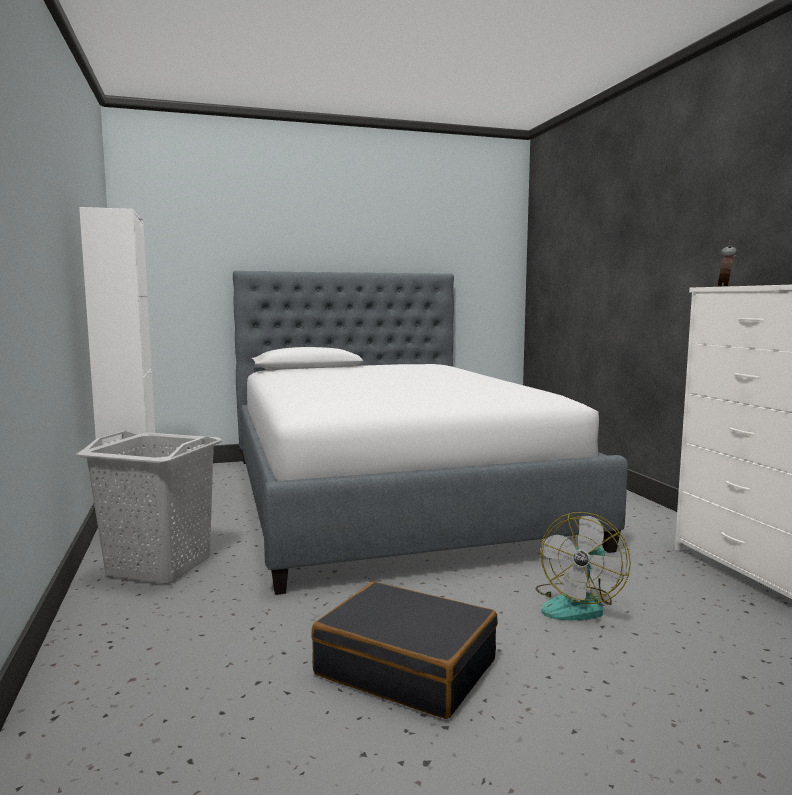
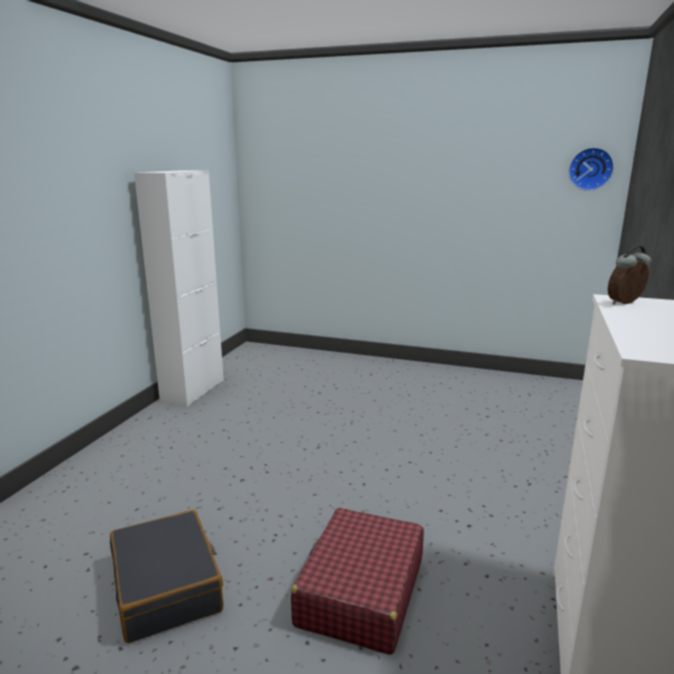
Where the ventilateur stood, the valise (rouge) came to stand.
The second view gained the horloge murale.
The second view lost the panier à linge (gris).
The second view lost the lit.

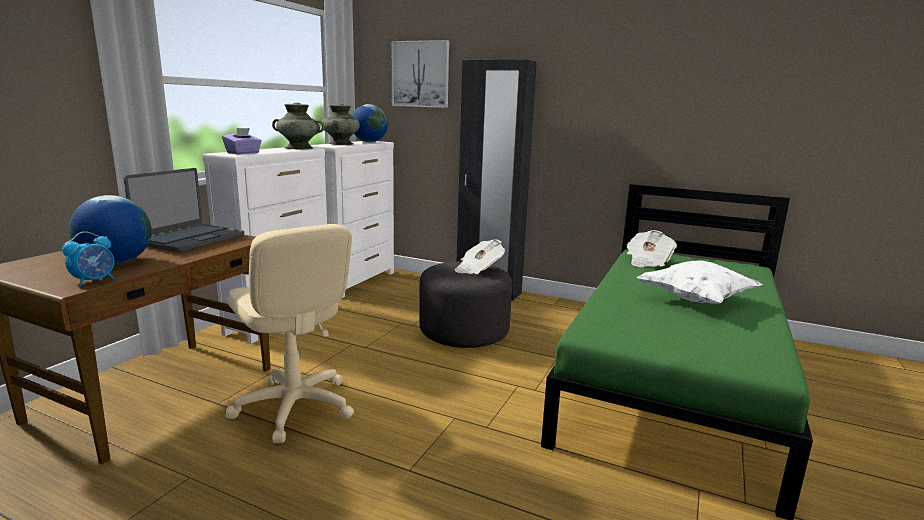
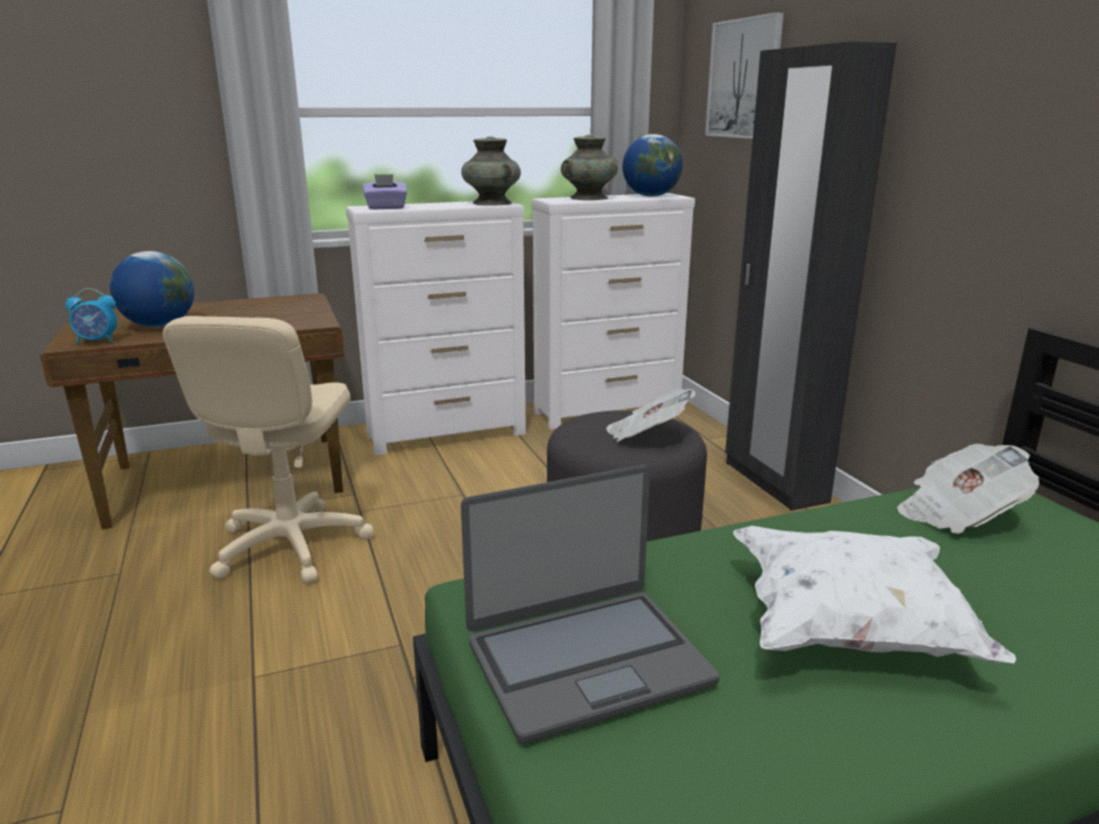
The ordinateur portable ended up elsewhere.

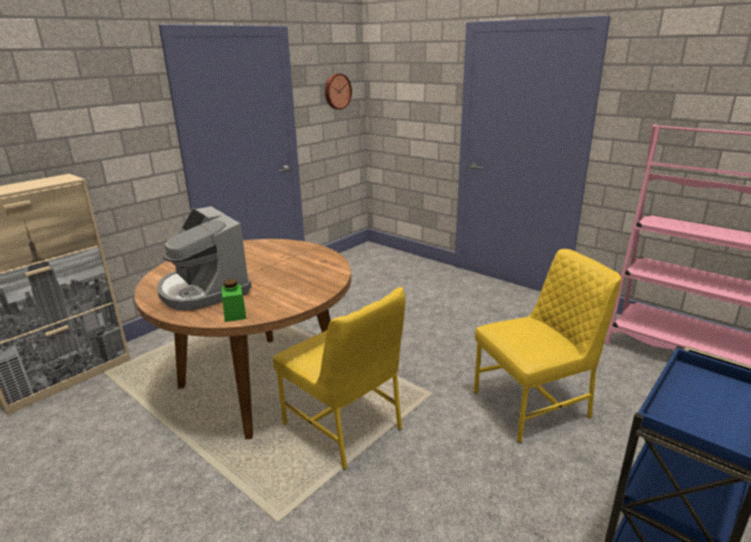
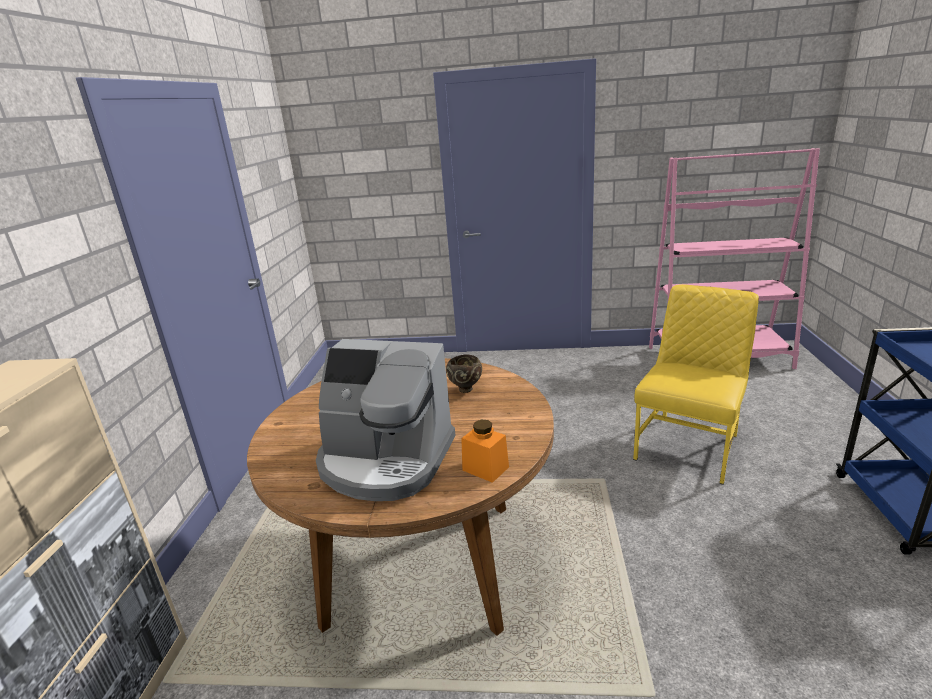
The second view gained the bol (marron).
What was the bocal (vert) turned into the bocal (orange).
The second view lost the chaise (jaune) (no. 1 from left).
The second view lost the horloge murale.

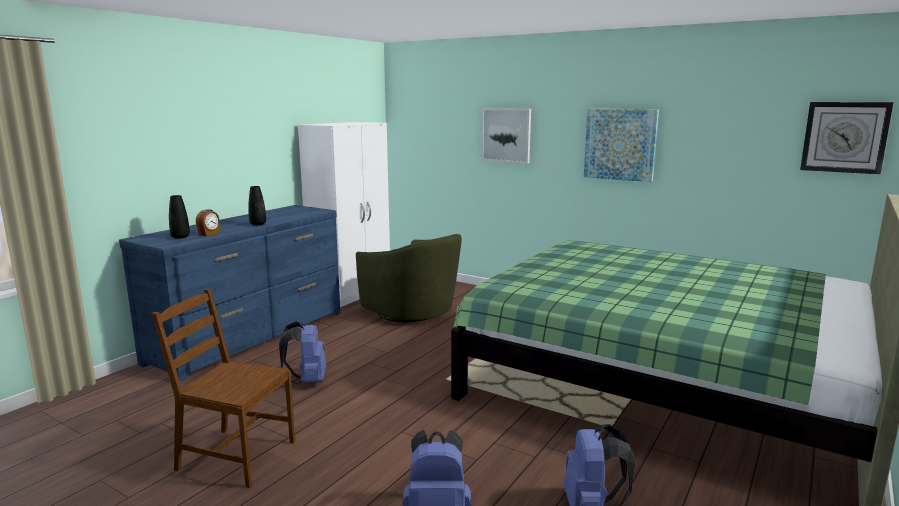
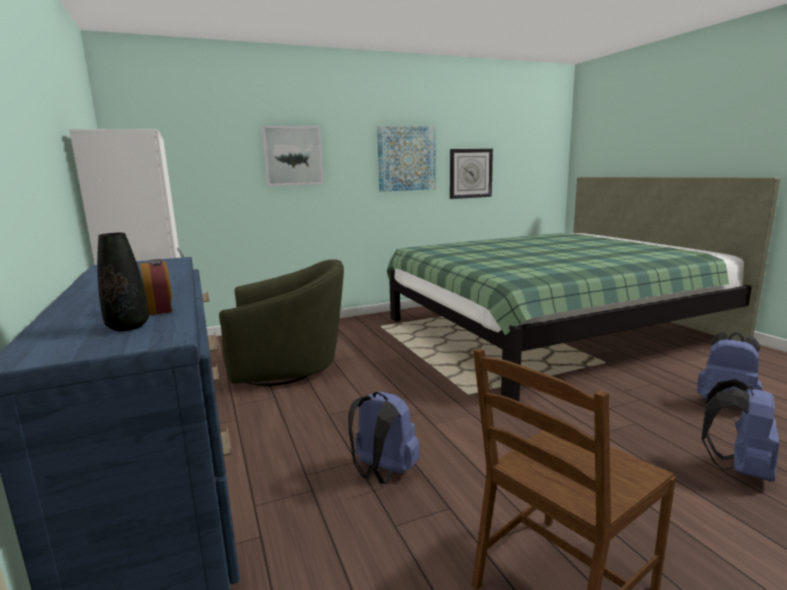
The horloge murale ended up elsewhere.
The second view lost the vase (noir) (no. 2 from left).

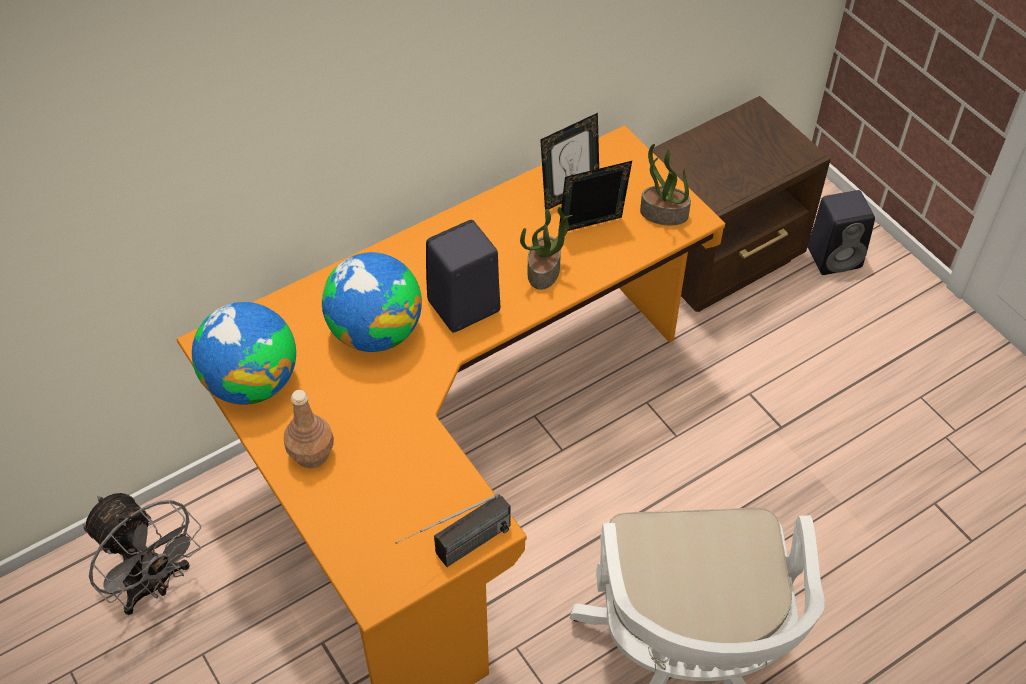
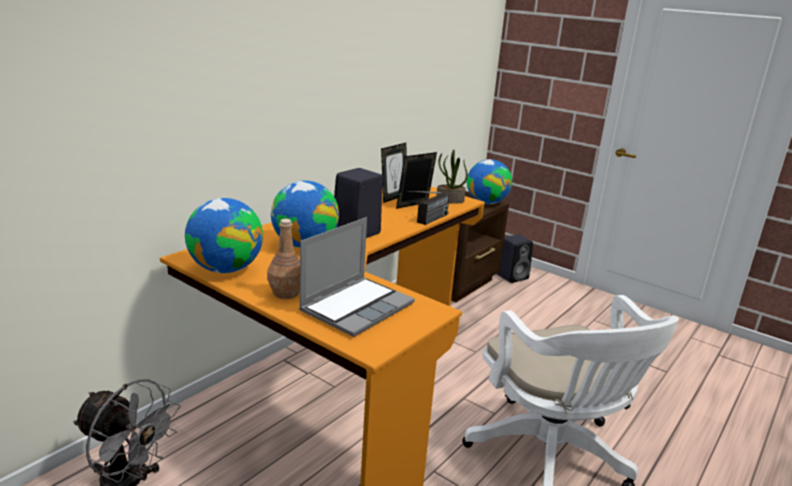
The second view gained the ordinateur portable.
The radio ended up elsewhere.
The second view gained the globe (no. 3 from left).
The second view lost the plante en pot (no. 1 from left).

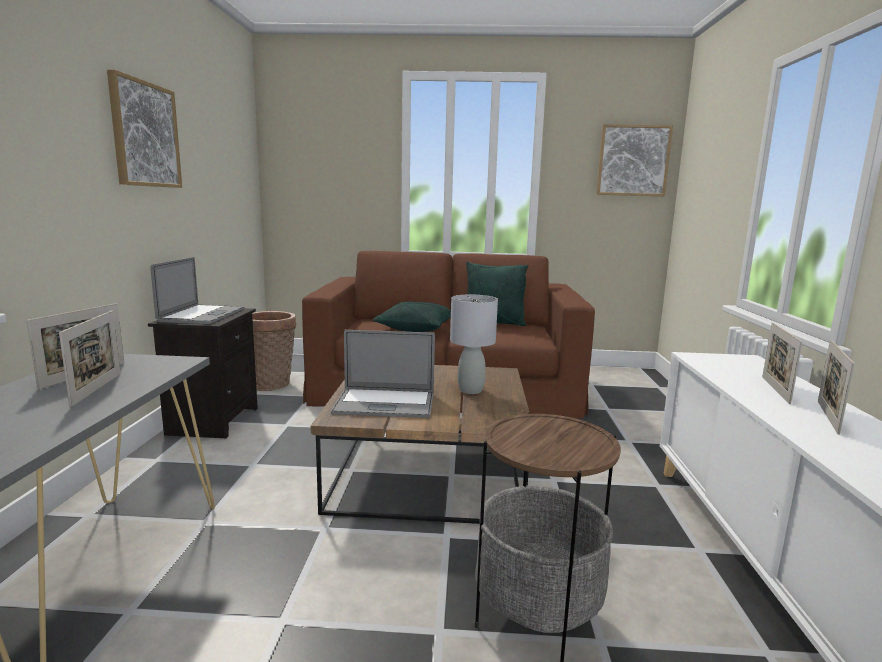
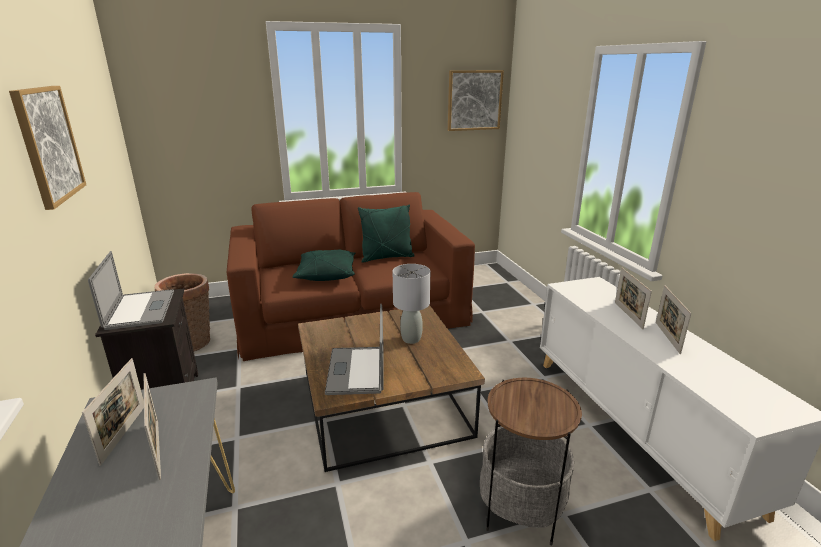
The ordinateur portable (no. 2 from left) ended up facing another way, 105 degrees clockwise from before.

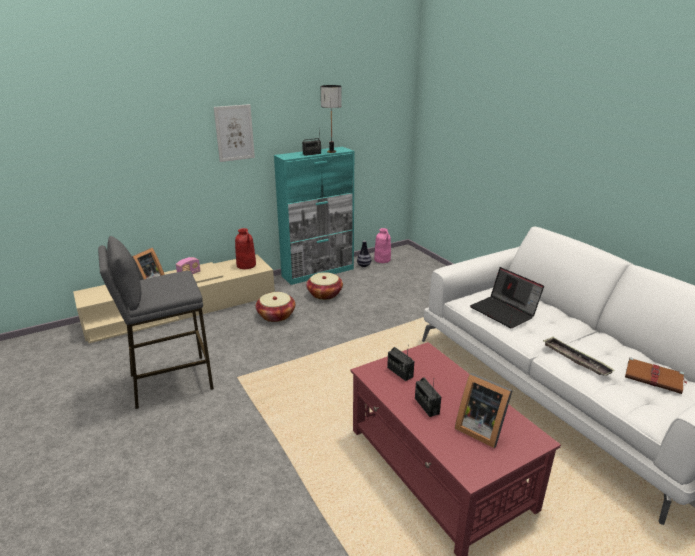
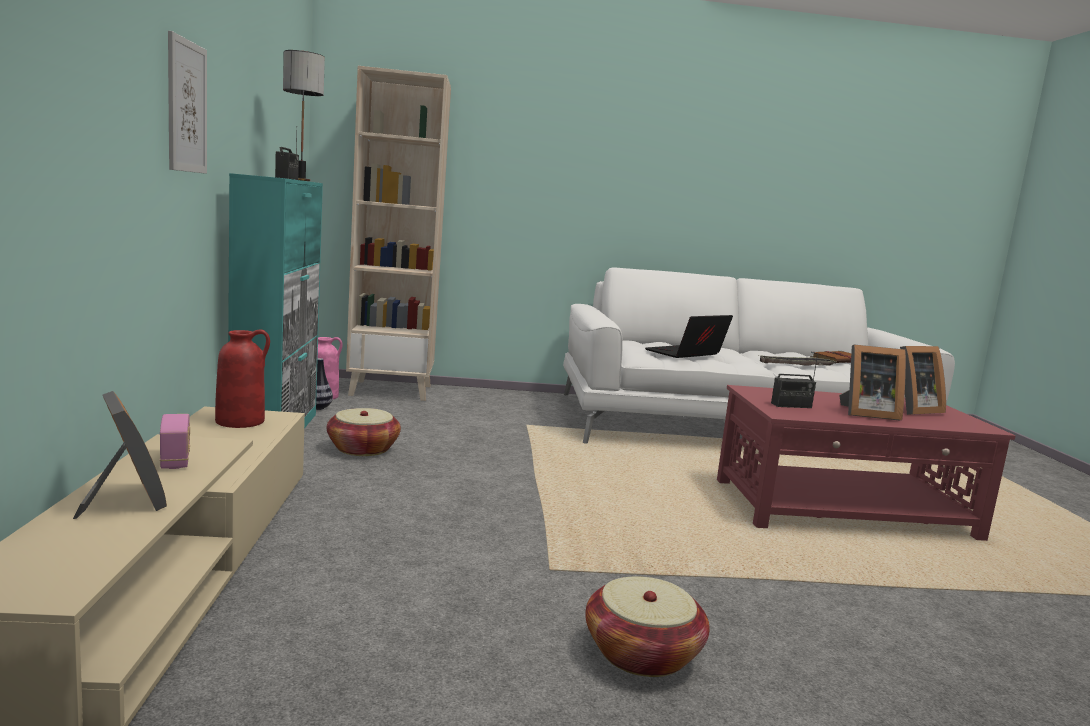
The second view gained the bibliothèque (beige).
The panier (no. 1 from left in the first image) ended up elsewhere.
The ordinateur portable ended up facing another way, 150 degrees clockwise from before.
Where the radio (no. 4 from left) stood, the cadre photo (no. 2 from left) came to stand.
The second view lost the tabouret (gris).

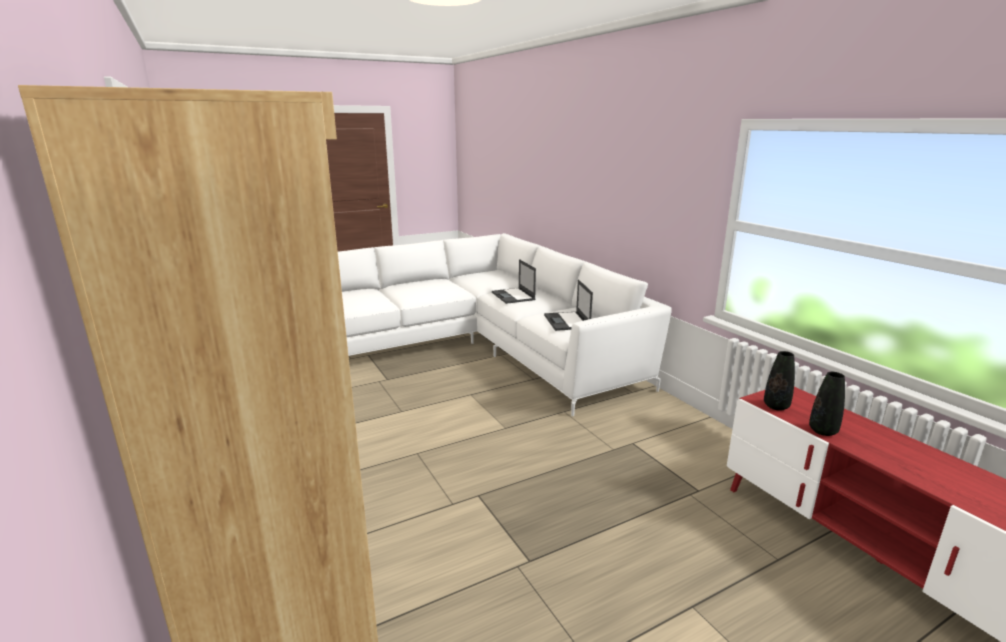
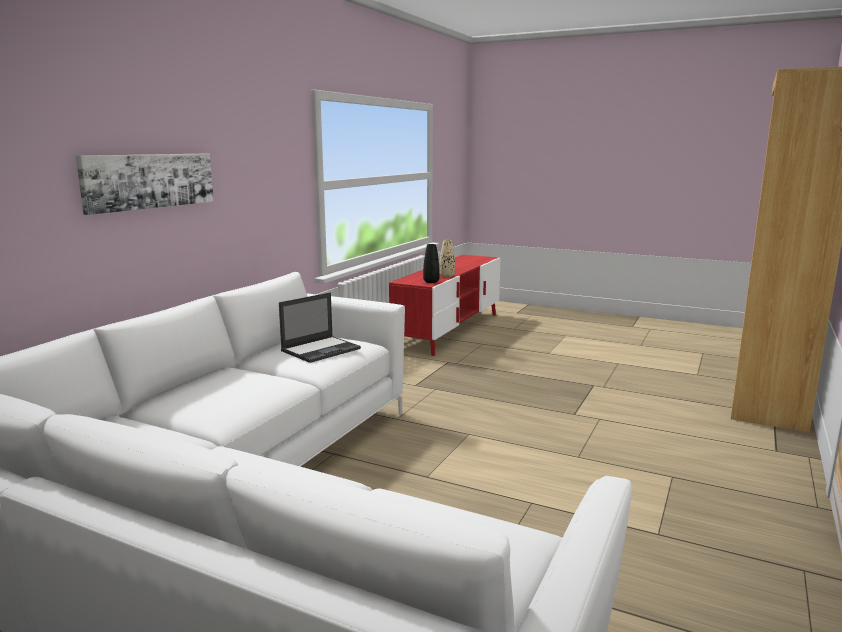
The second view gained the tableau.
What was the vase (noir) (no. 2 from left) turned into the vase (beige).
The second view lost the ordinateur portable (no. 1 from left).

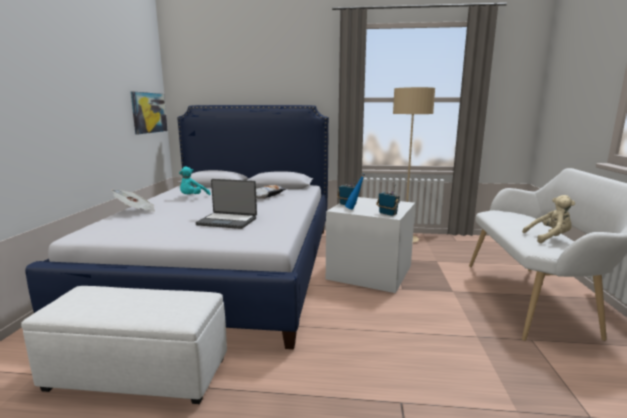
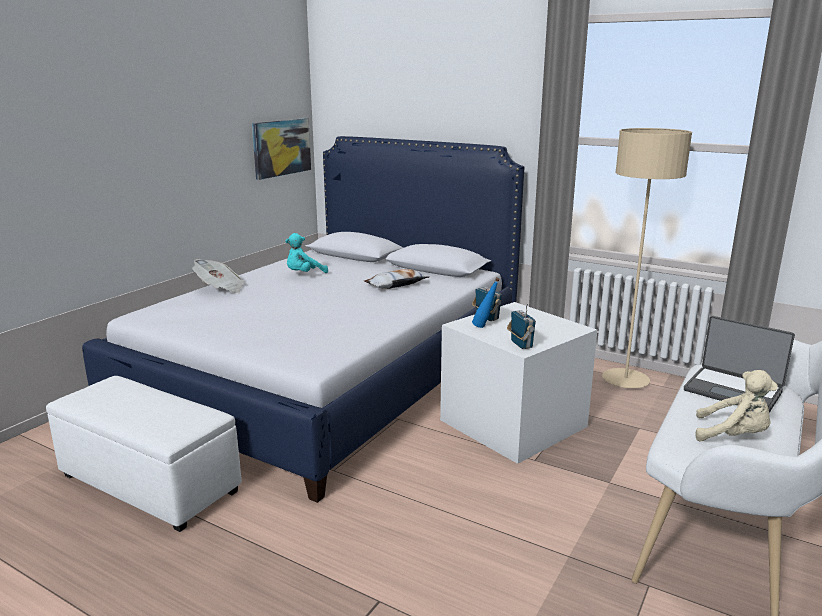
The ordinateur portable ended up elsewhere.

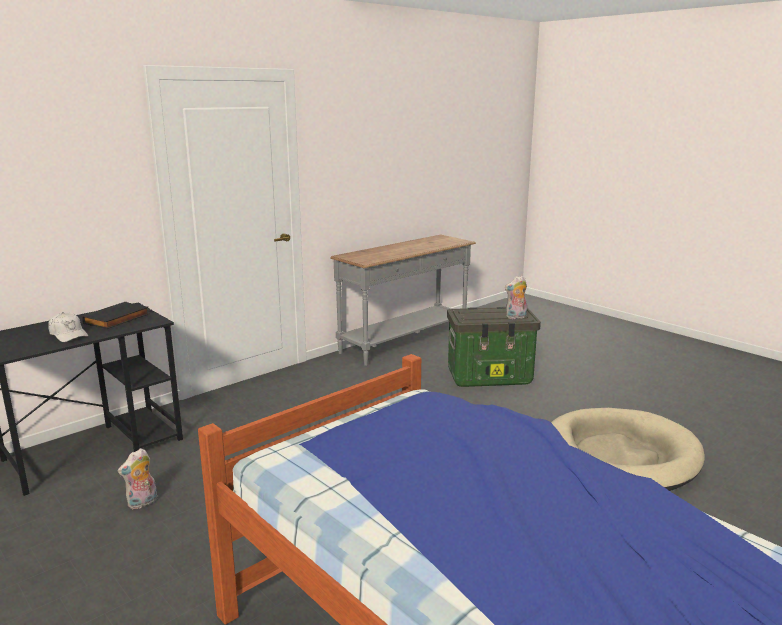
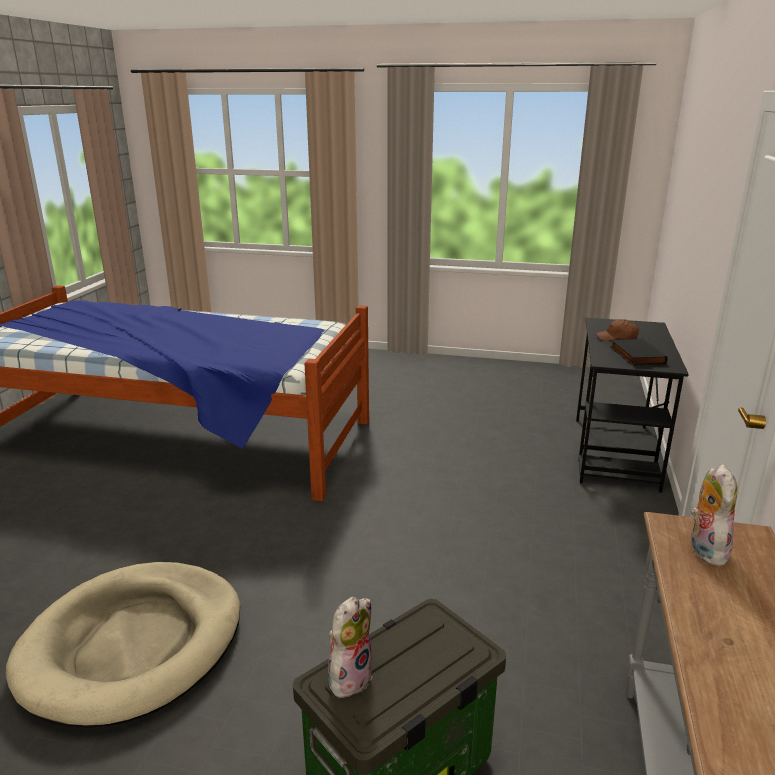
What was the casquette (blanc) turned into the casquette (marron).
The peluche (no. 1 from left in the first image) ended up elsewhere.

